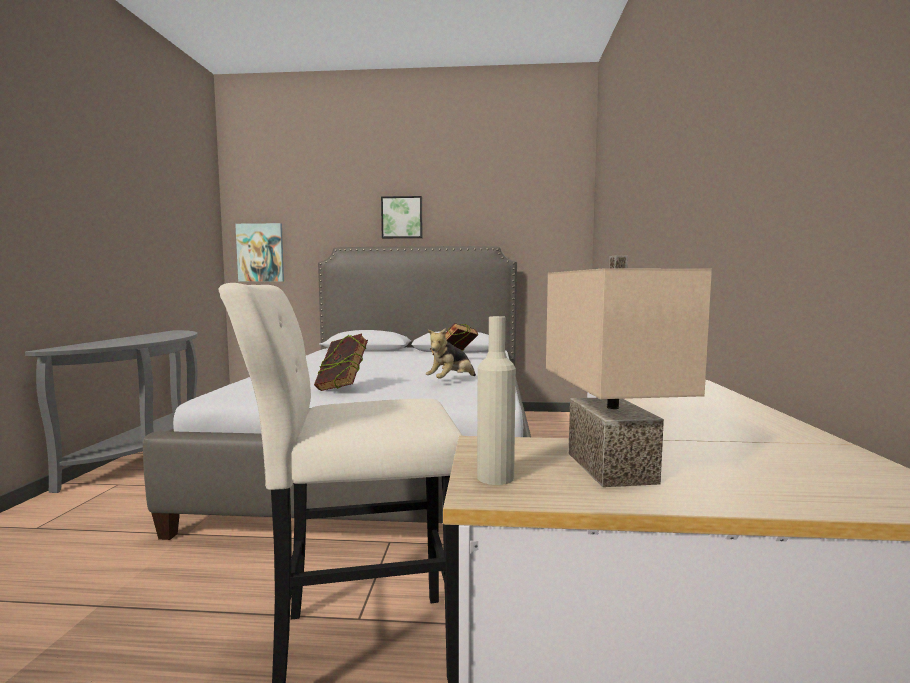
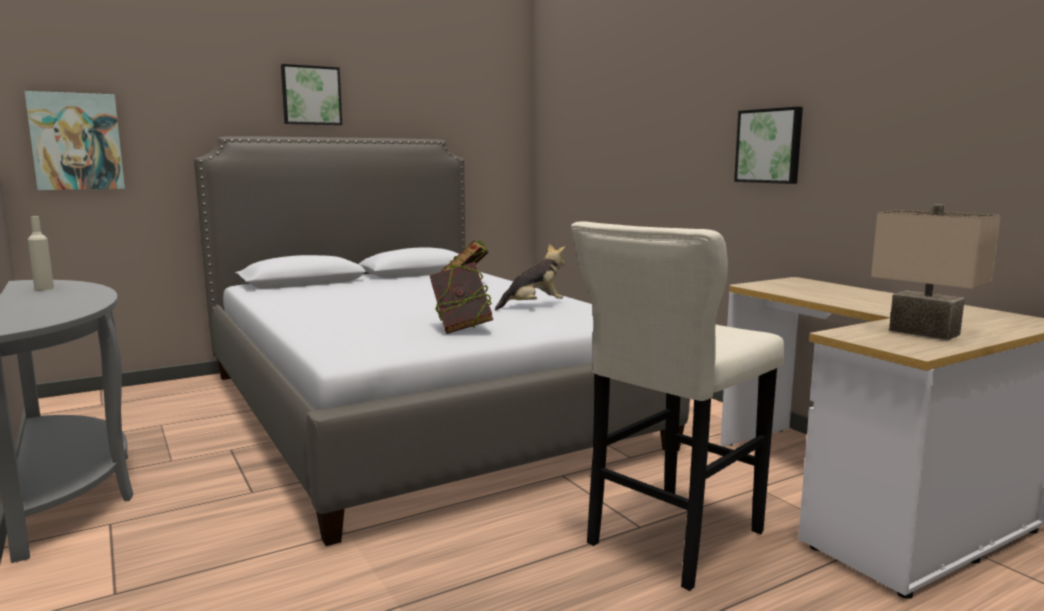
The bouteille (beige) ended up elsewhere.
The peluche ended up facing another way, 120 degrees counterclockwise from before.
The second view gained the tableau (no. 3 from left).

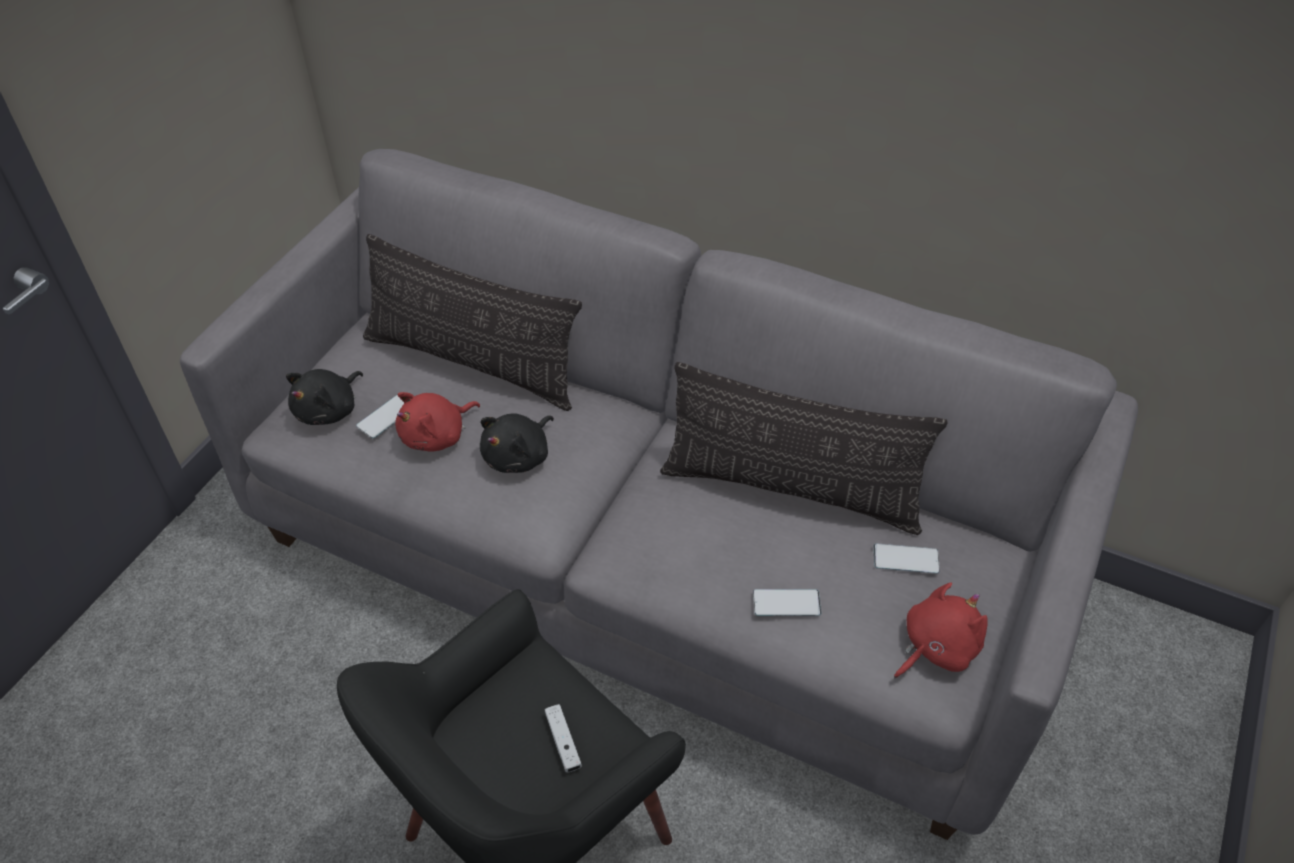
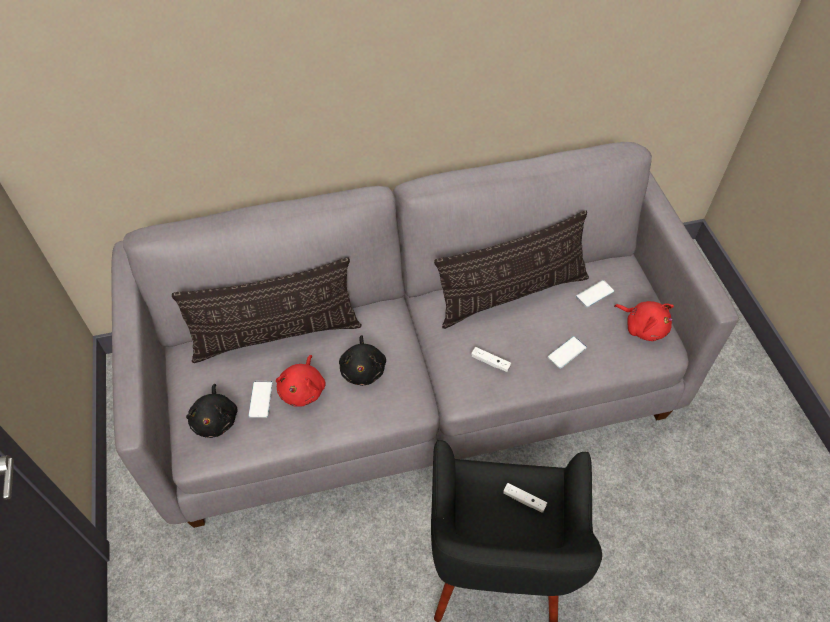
The second view gained the manette (blanc) (no. 1 from left).
The peluche (rouge) (no. 2 from left) ended up facing another way, 120 degrees clockwise from before.

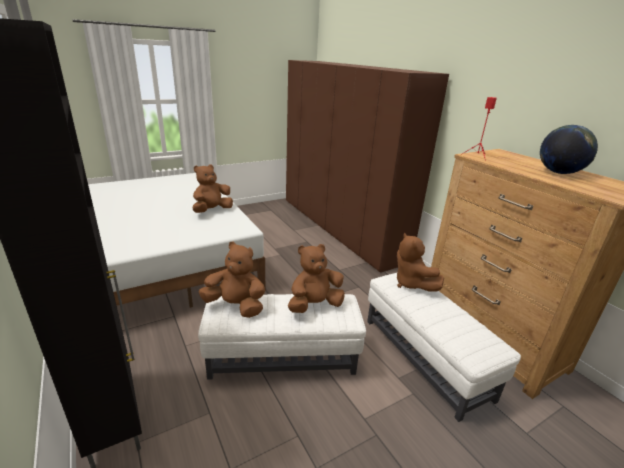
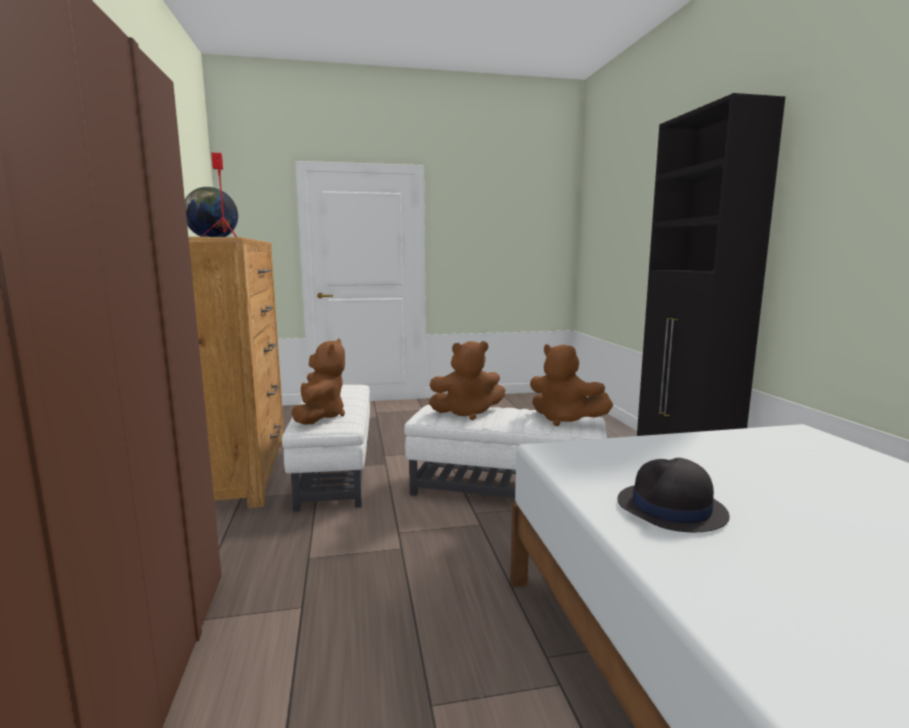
Where the peluche (marron) (no. 1 from left) stood, the chapeau (noir) came to stand.

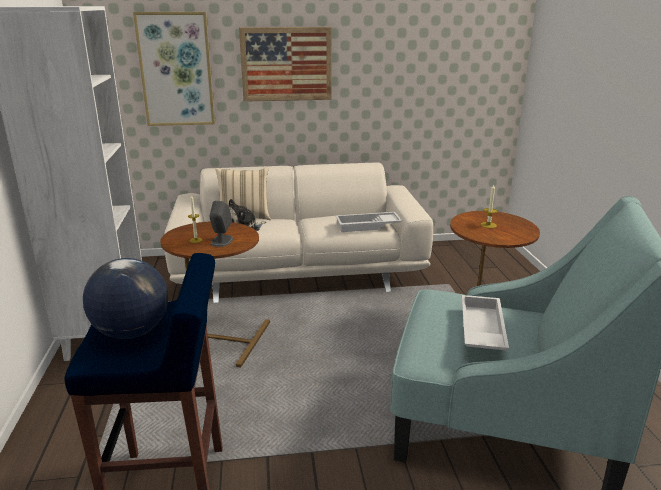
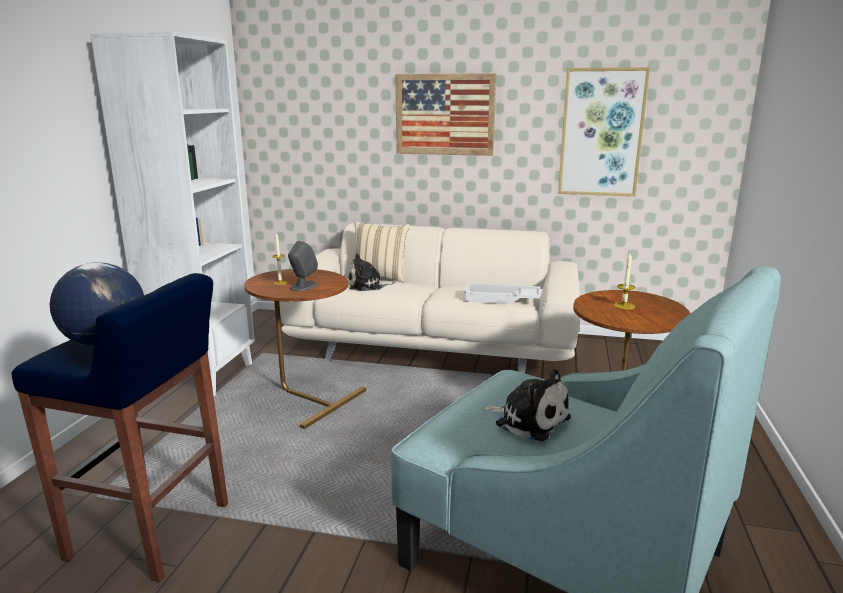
Where the plateau (blanc) (no. 2 from left) stood, the peluche (no. 2 from left) came to stand.
The tableau (no. 1 from left in the first image) ended up elsewhere.

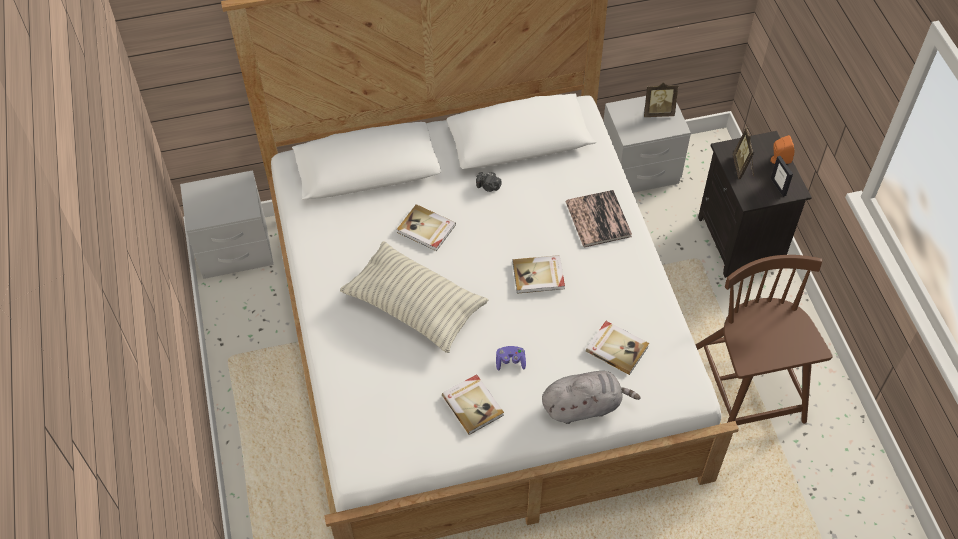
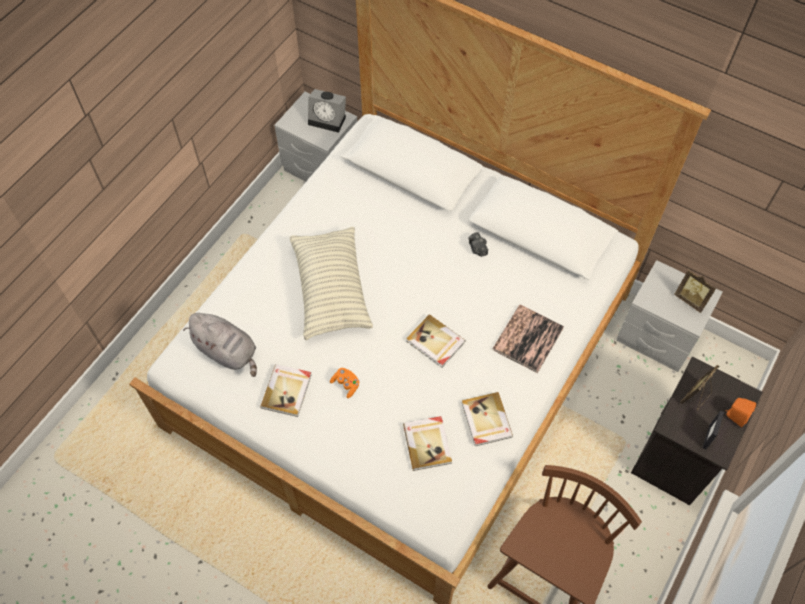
The peluche (gris) ended up elsewhere.
The second view gained the réveil.
What was the manette (violet) turned into the manette (orange).
The livre (no. 1 from left in the first image) ended up elsewhere.

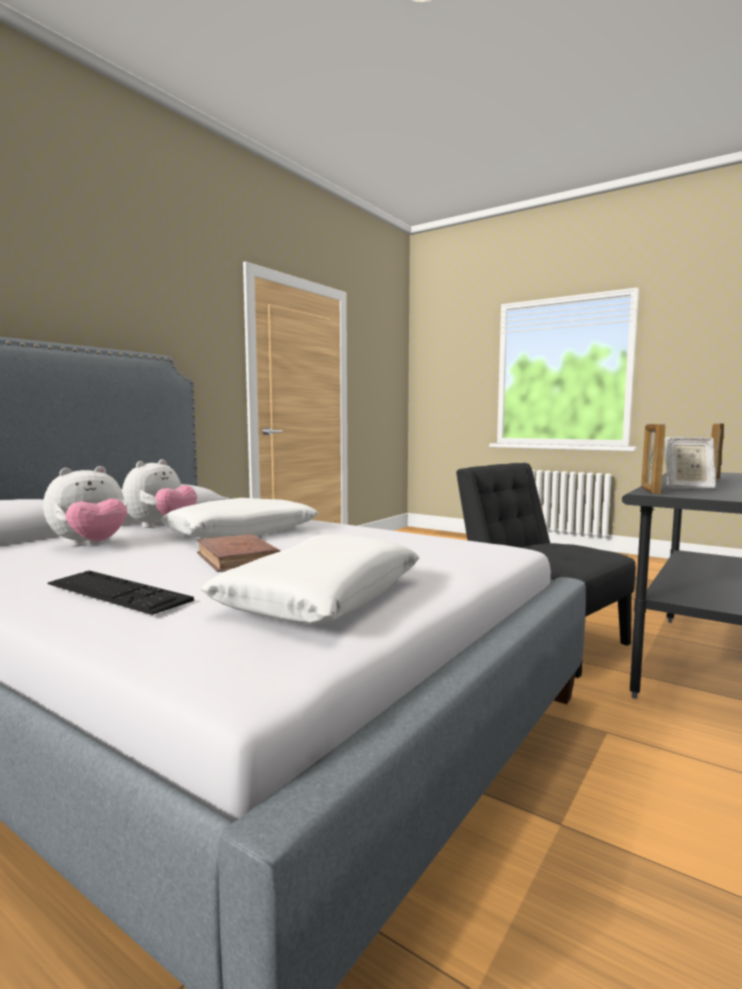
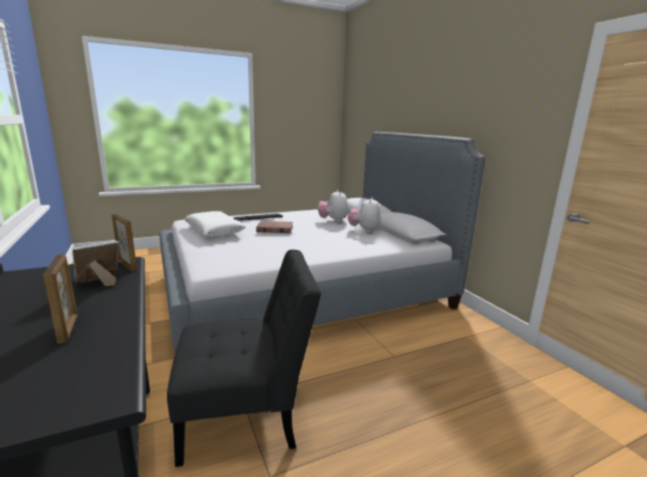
The peluche (no. 2 from left) ended up facing another way, 45 degrees clockwise from before.
The second view lost the coussin (blanc) (no. 1 from left).

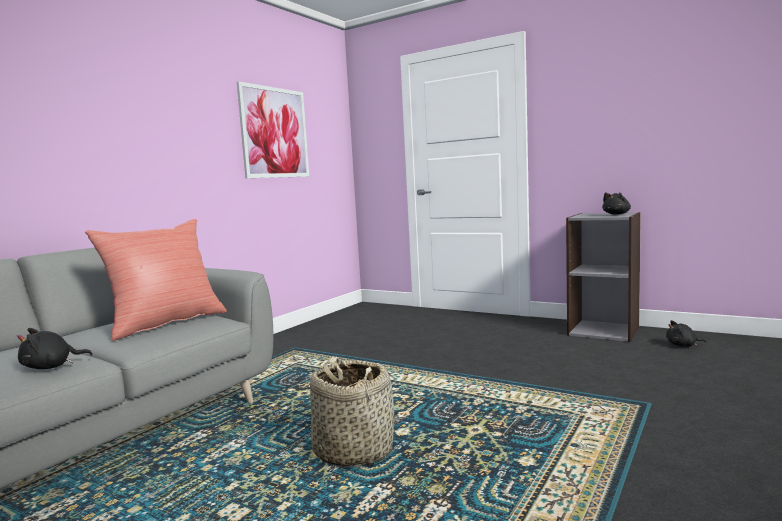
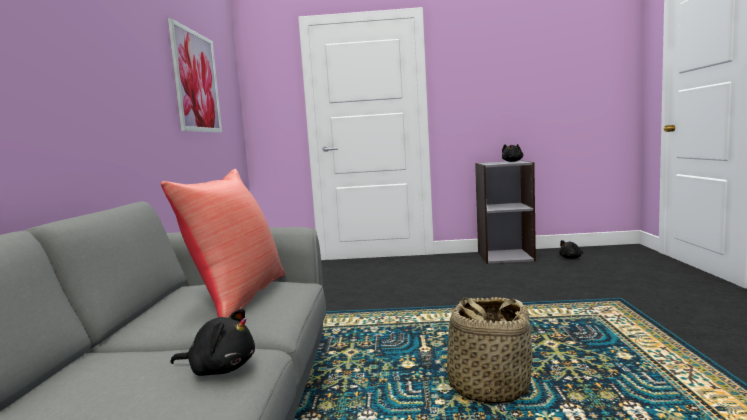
The peluche (noir) (no. 1 from left) ended up facing another way, 105 degrees counterclockwise from before.

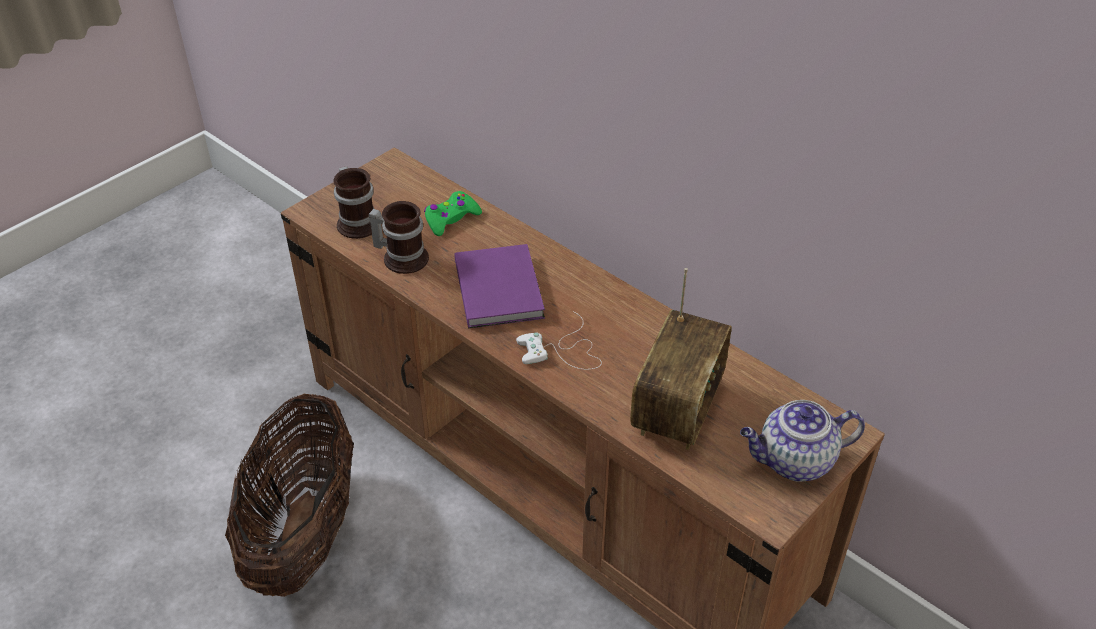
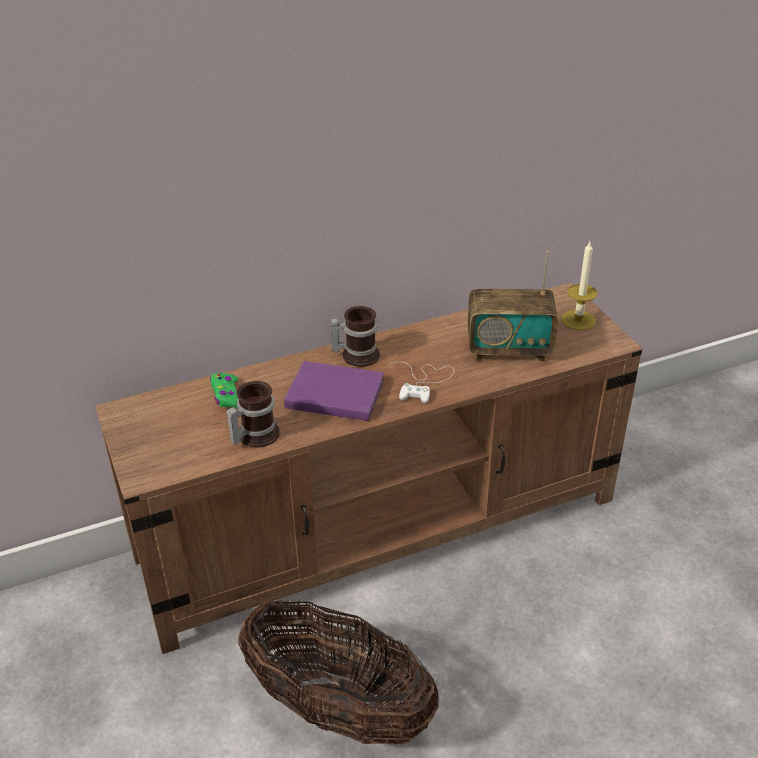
The mug (no. 1 from left in the first image) ended up elsewhere.
The radio ended up facing another way, 135 degrees clockwise from before.
Where the théière stood, the bougie came to stand.

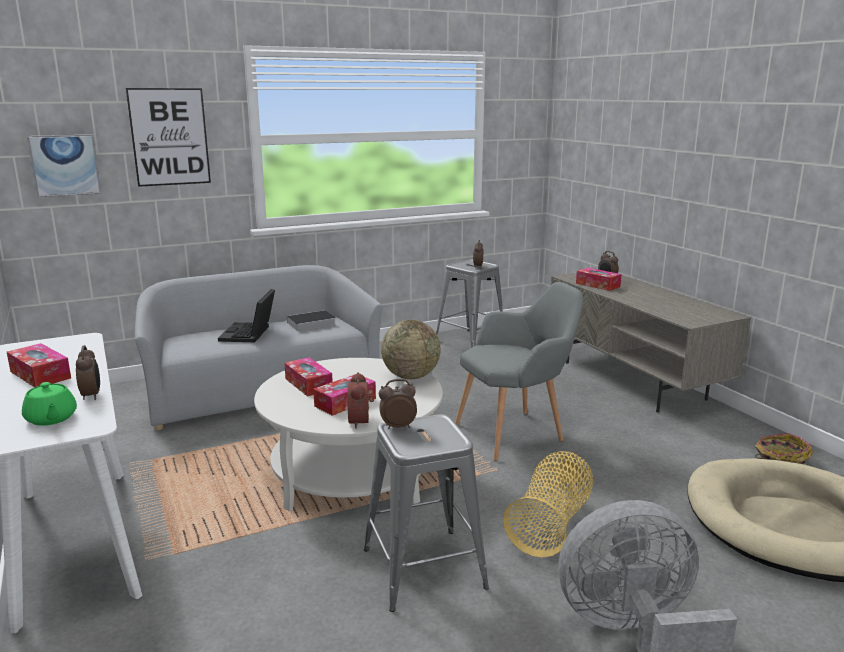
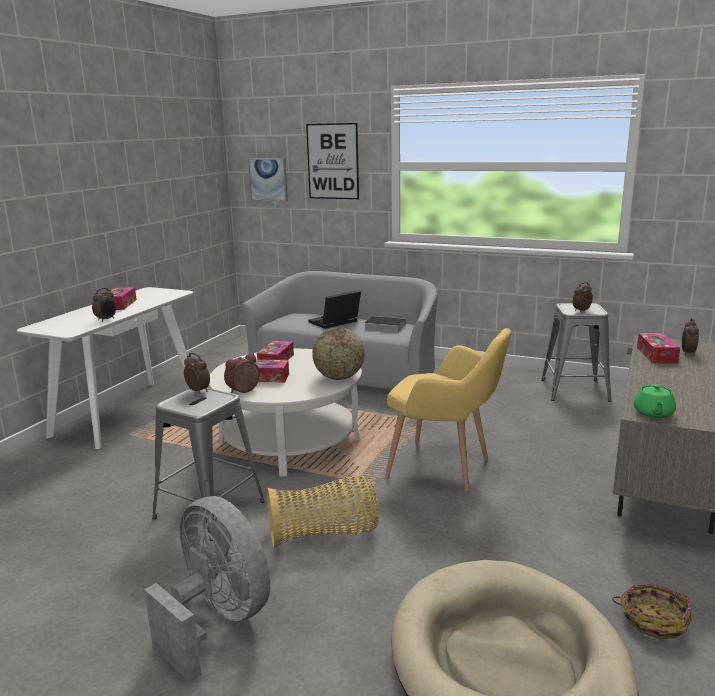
What was the fauteuil (gris) turned into the fauteuil (jaune).
The théière (vert) ended up elsewhere.

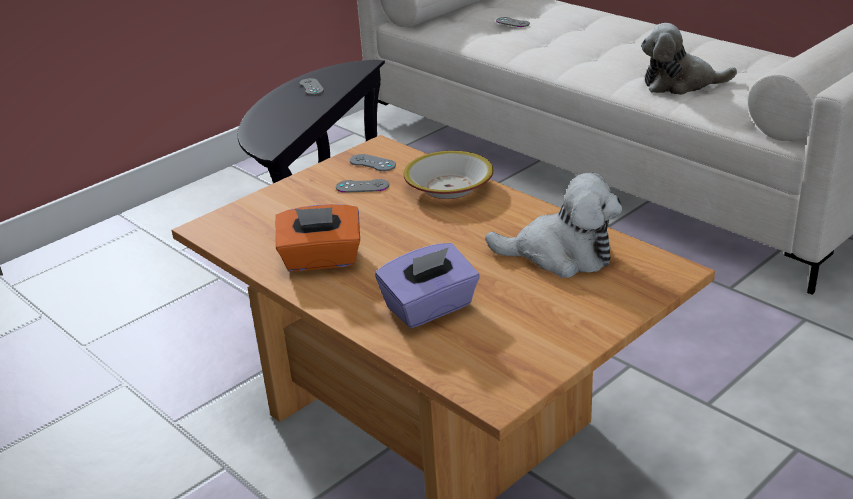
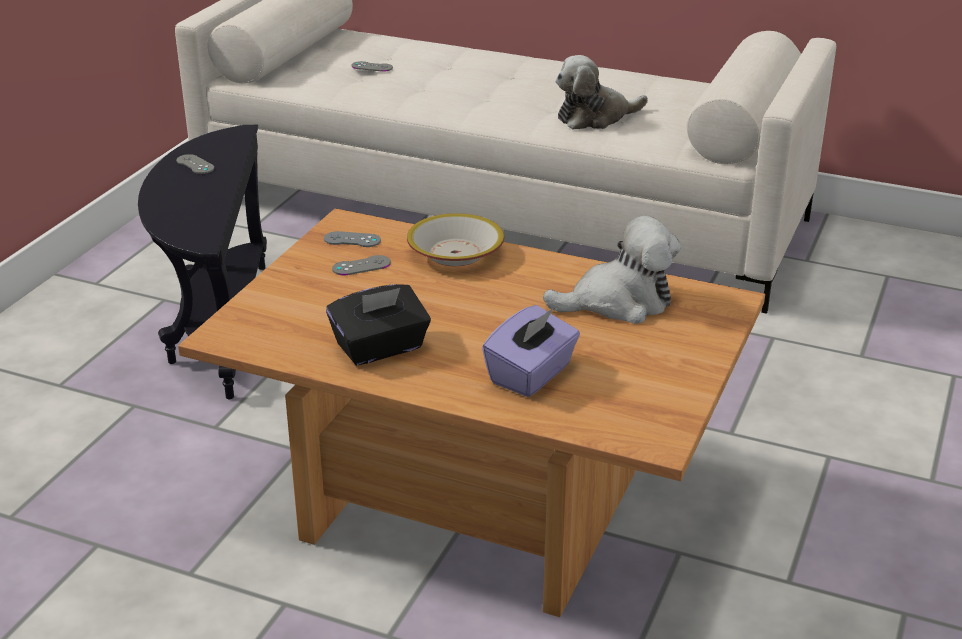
What was the boîte à mouchoirs (orange) turned into the boîte à mouchoirs (noir).

